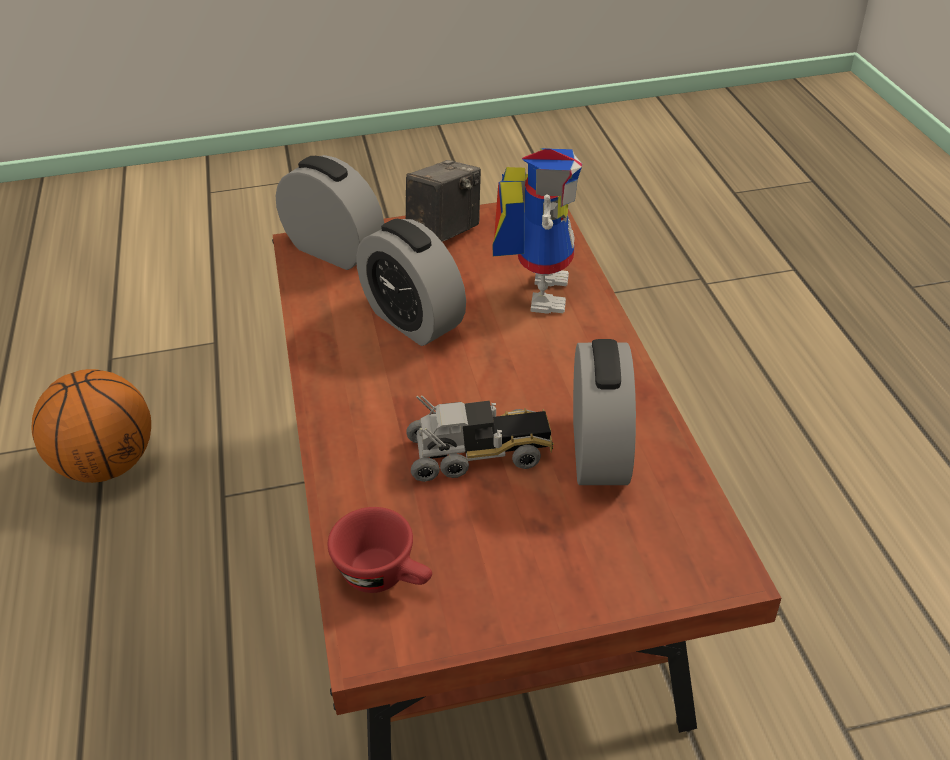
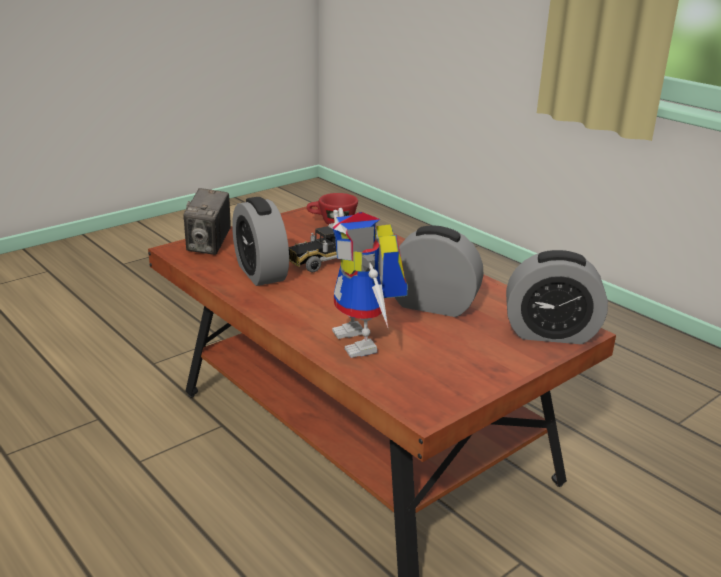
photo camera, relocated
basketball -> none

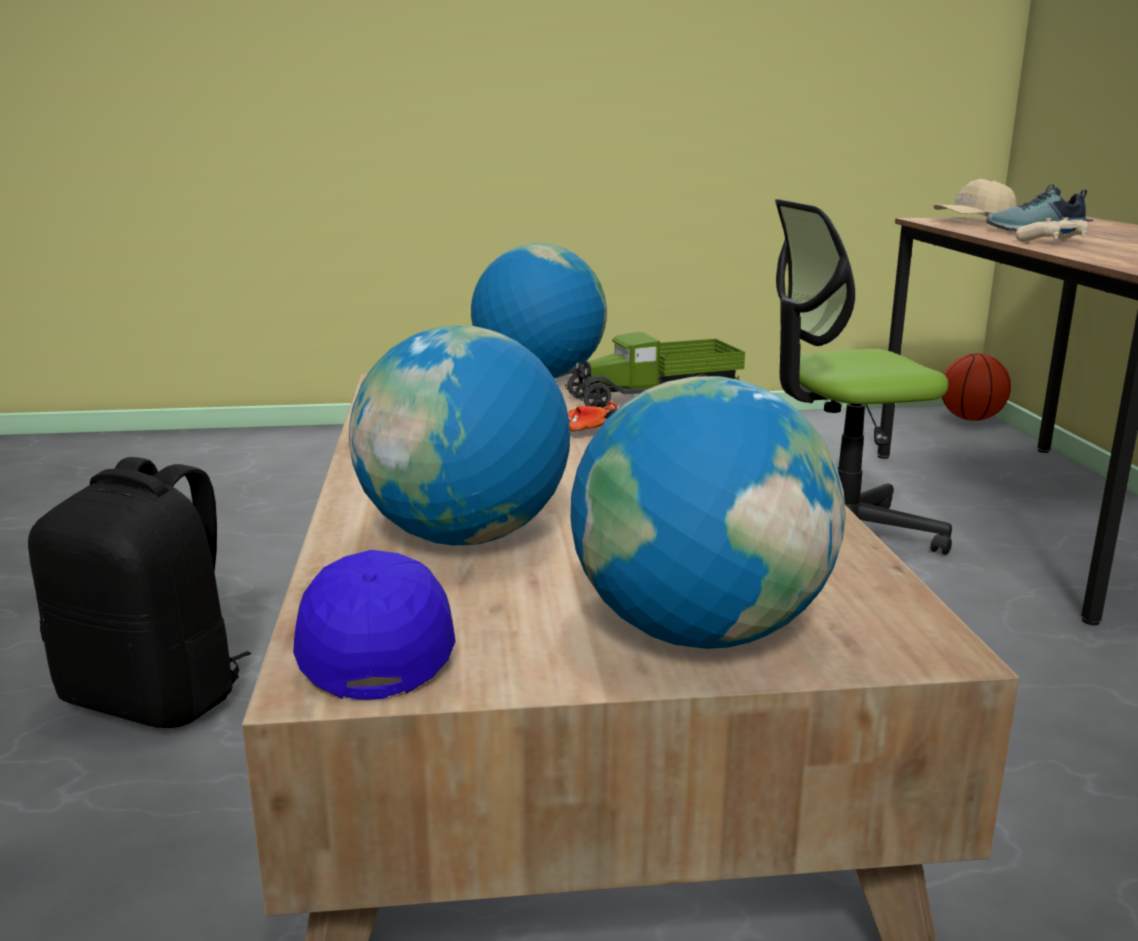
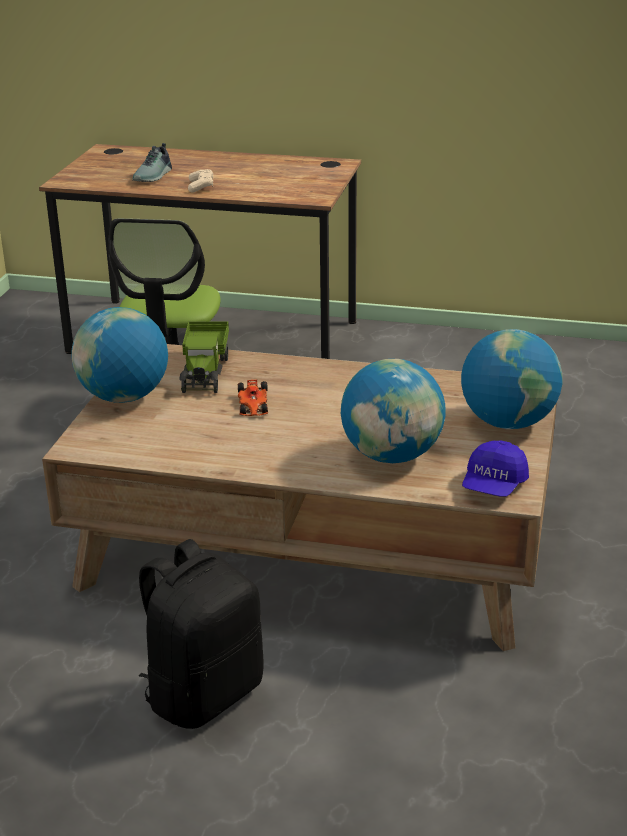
beige cap -> none
basketball -> none
blue cap, 75 degrees counterclockwise

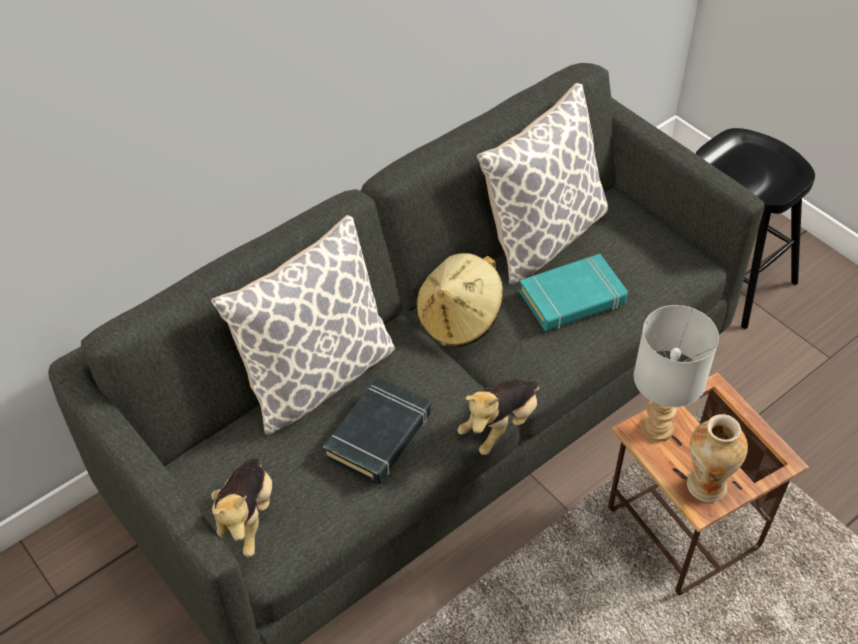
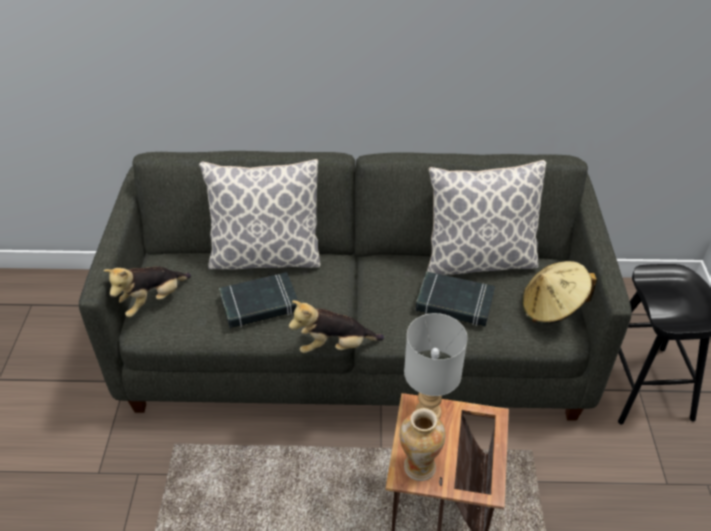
beige hat, relocated
turquoise book -> black book (no. 2 from left)

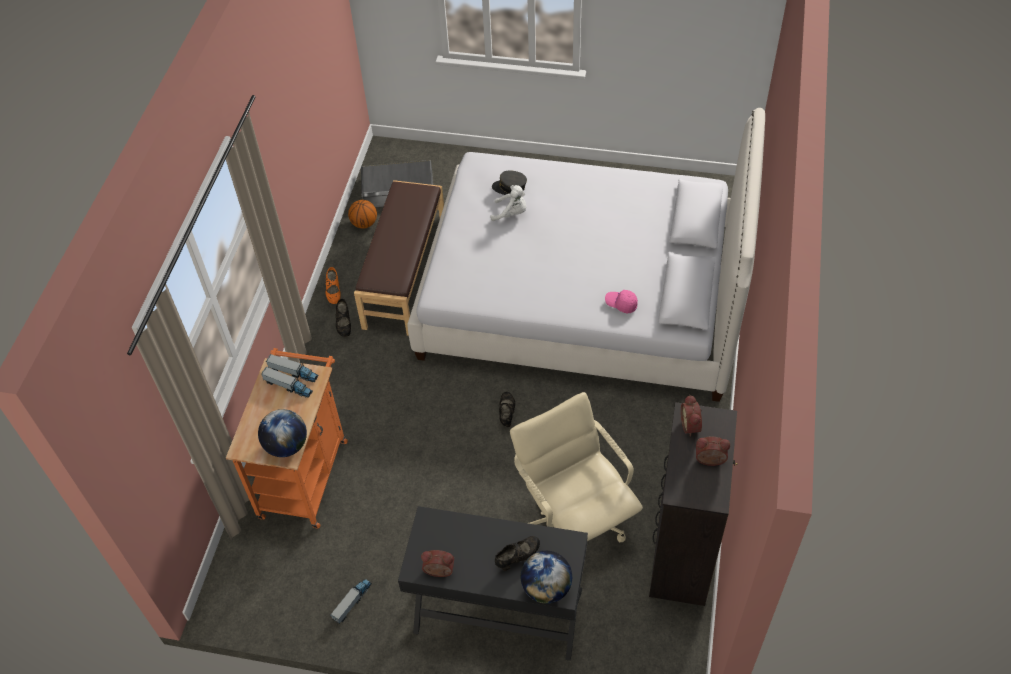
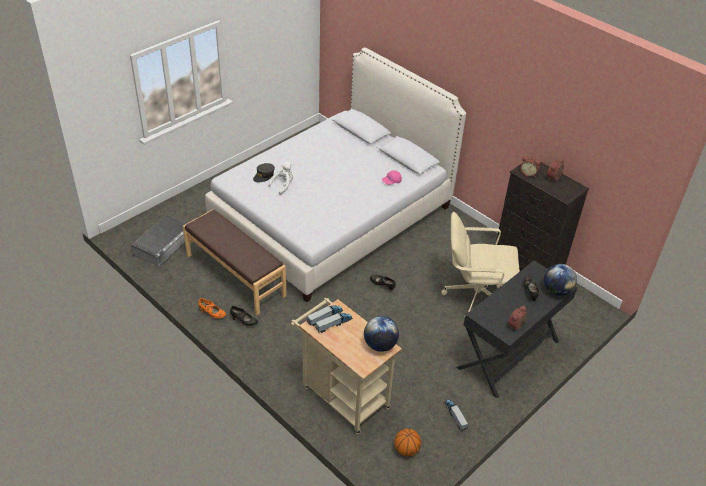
basketball, relocated
orange cart -> beige cart

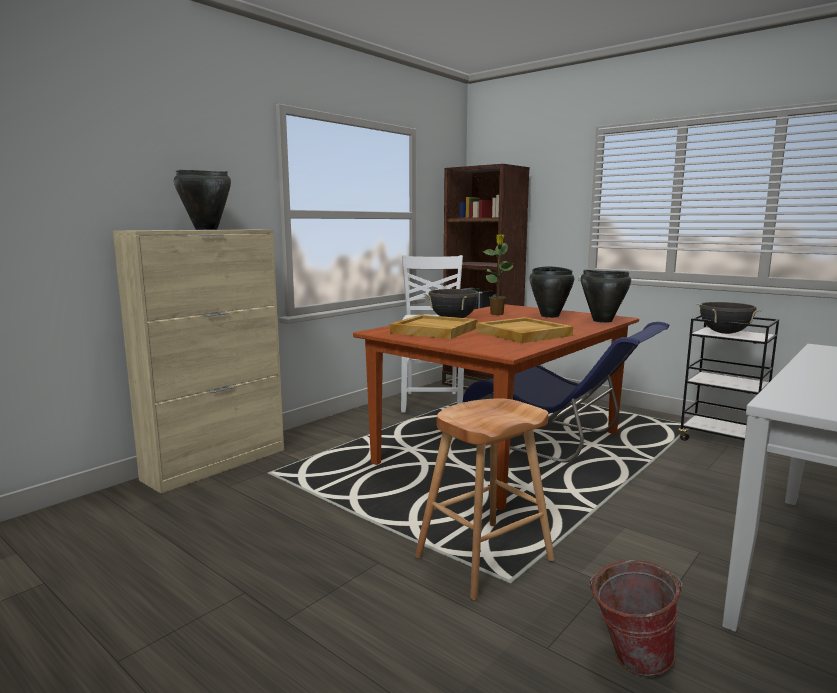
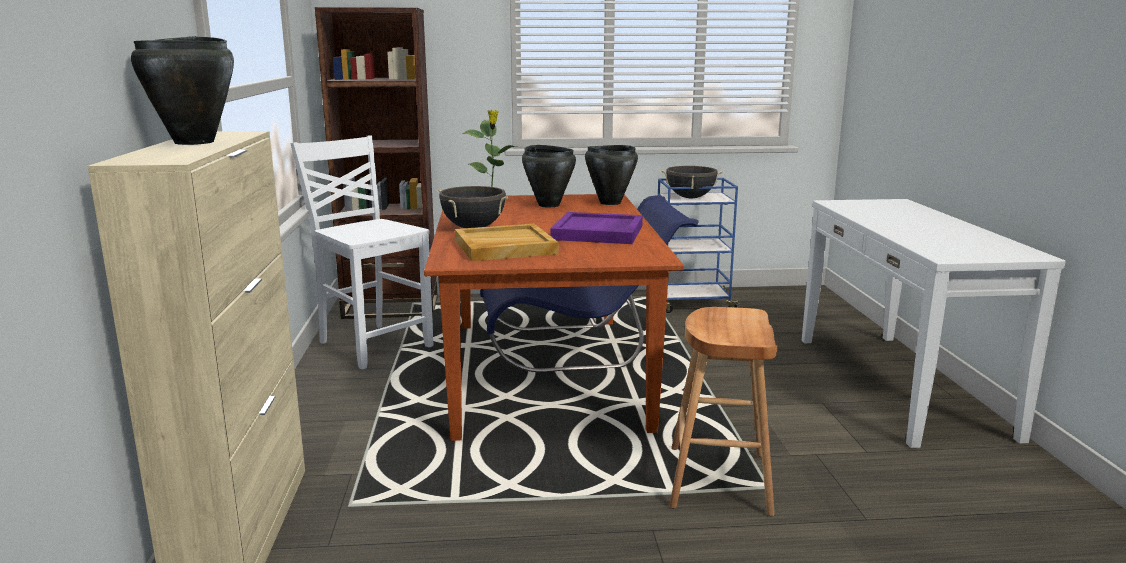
black cart -> blue cart
beige tray (no. 2 from left) -> purple tray
bucket -> none

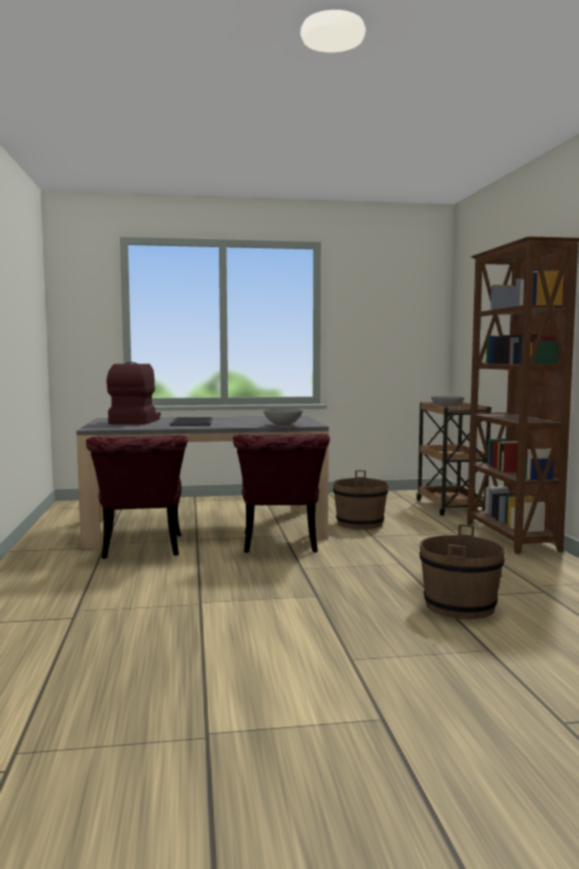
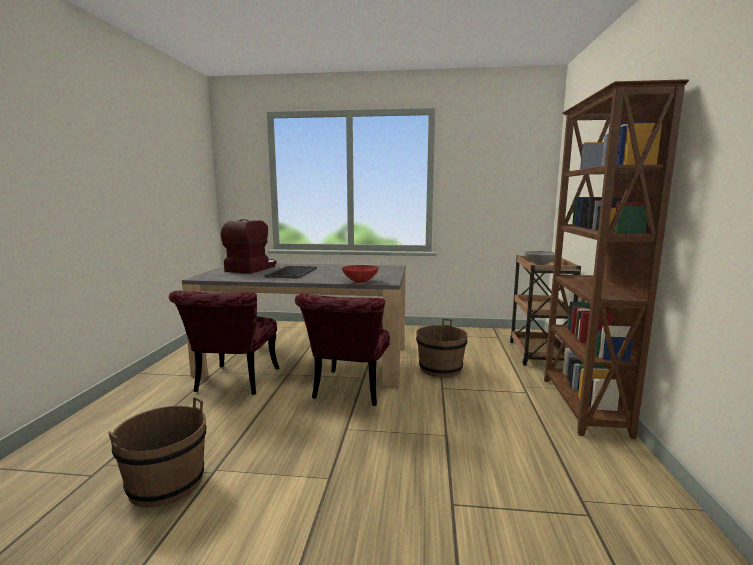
grey bowl (no. 1 from left) -> red bowl
brown bucket (no. 2 from left in the first image) -> brown bucket (no. 1 from left), relocated

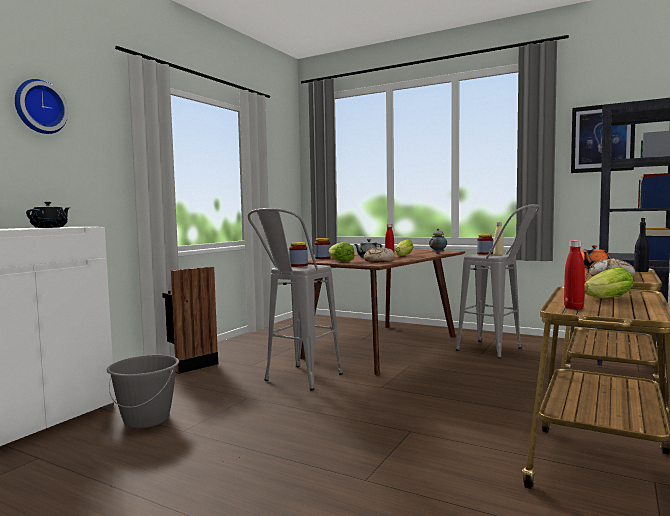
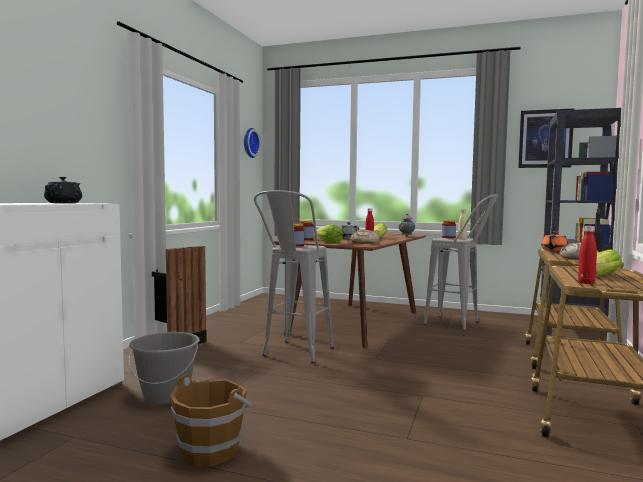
wall clock, relocated
none -> brown bucket

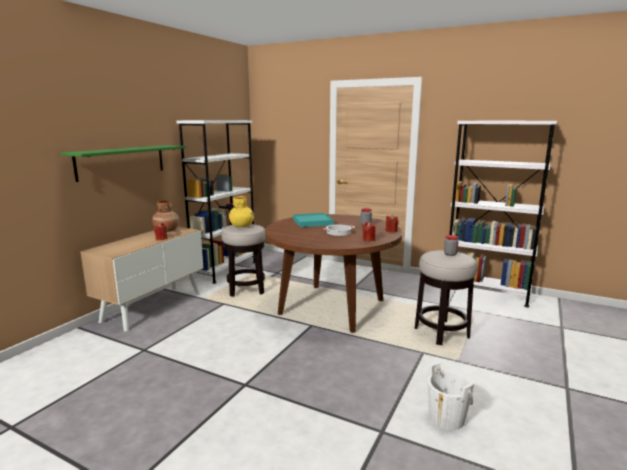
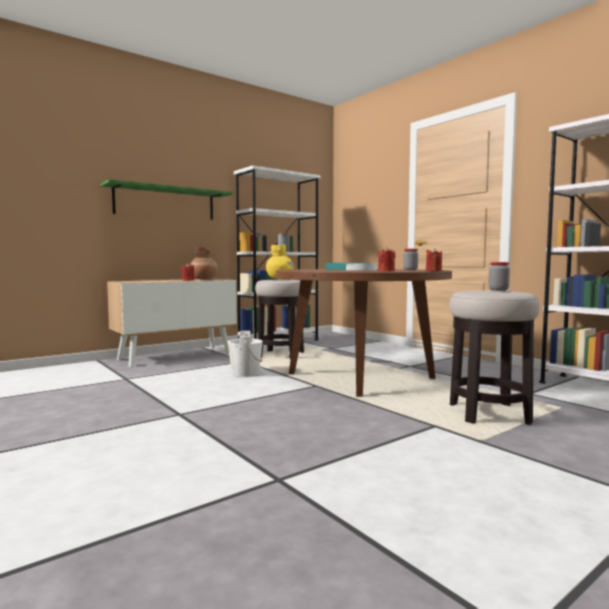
white bucket, relocated

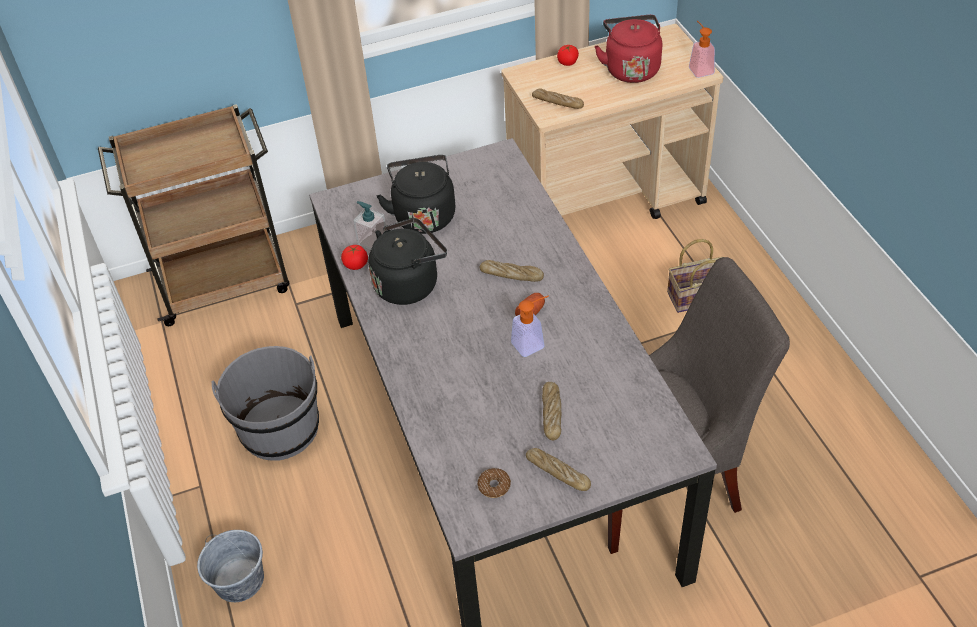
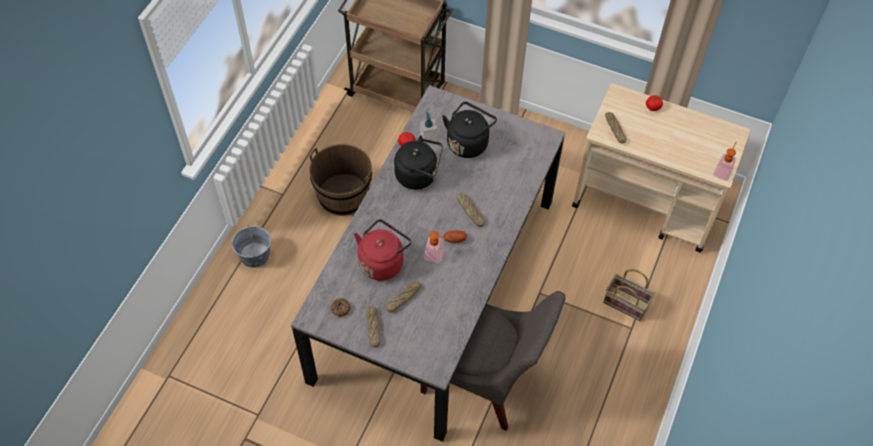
red kettle, relocated
grey bucket (no. 2 from left) -> brown bucket

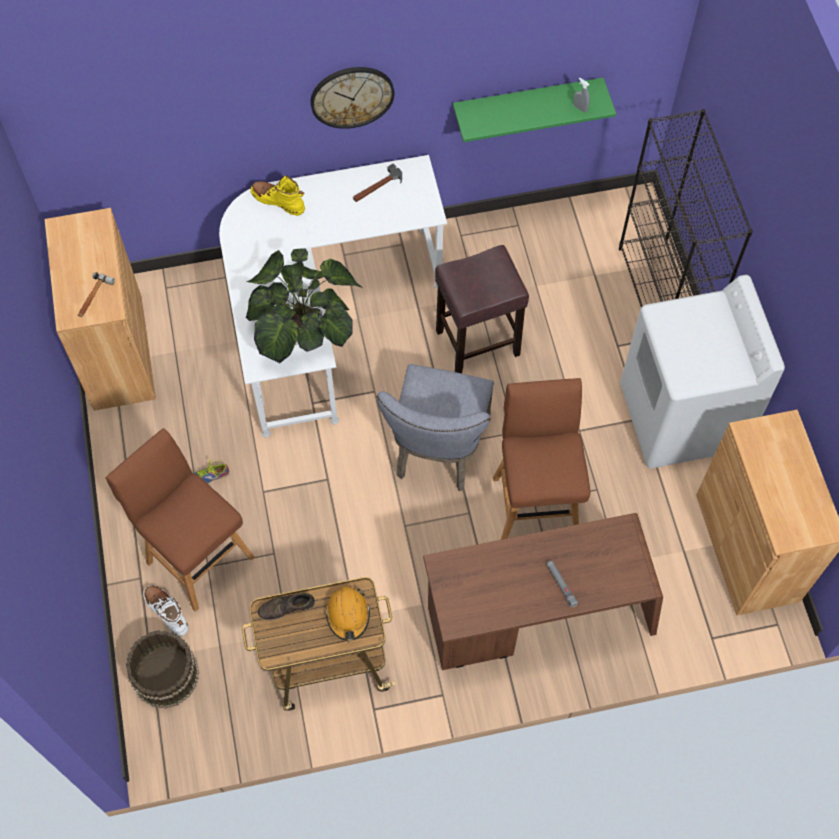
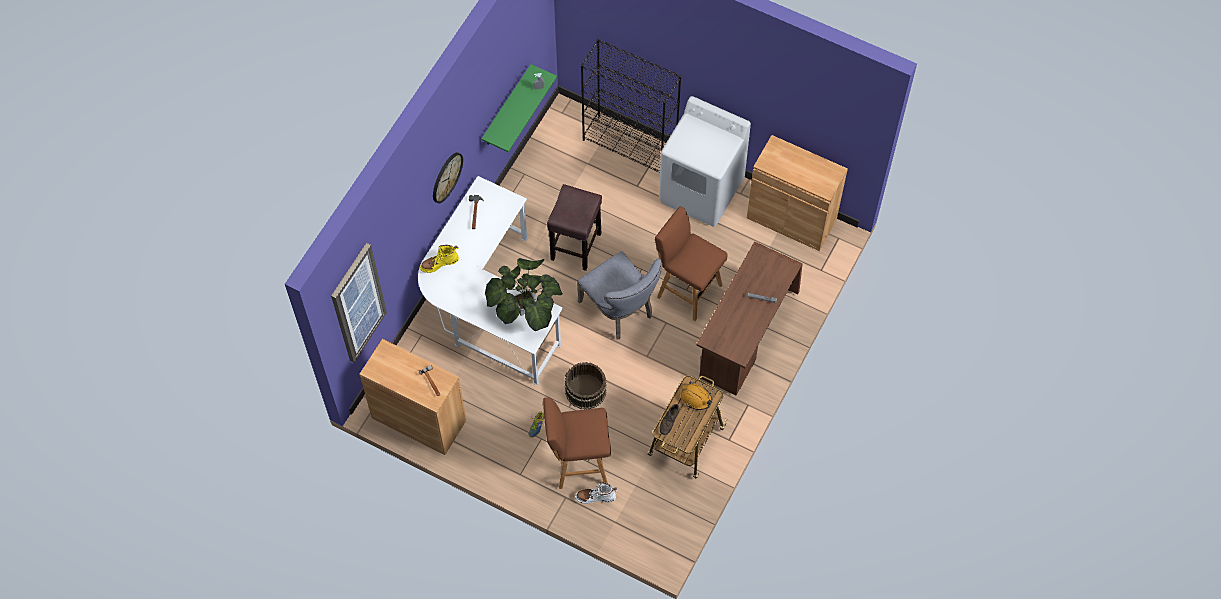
brown bucket, relocated
none -> picture

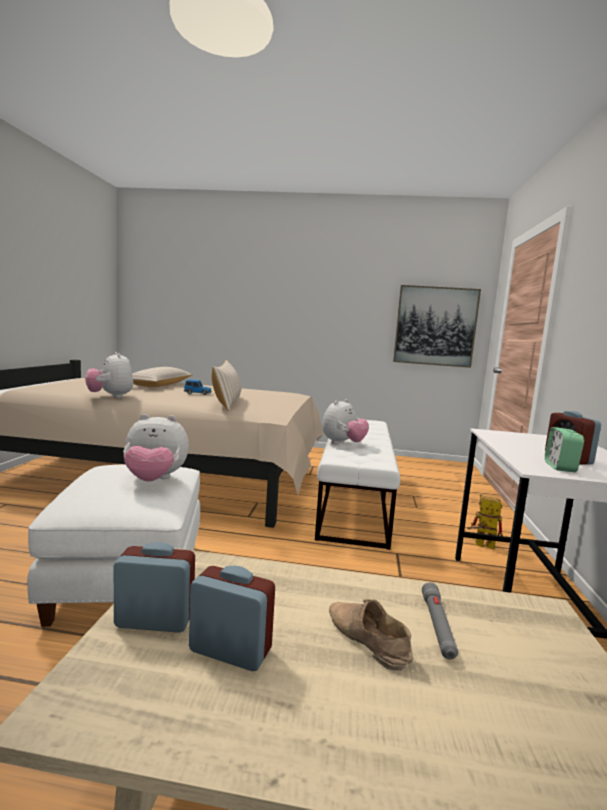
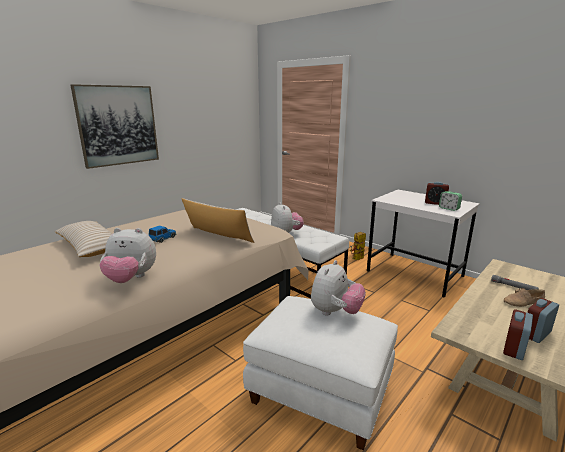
picture, relocated

